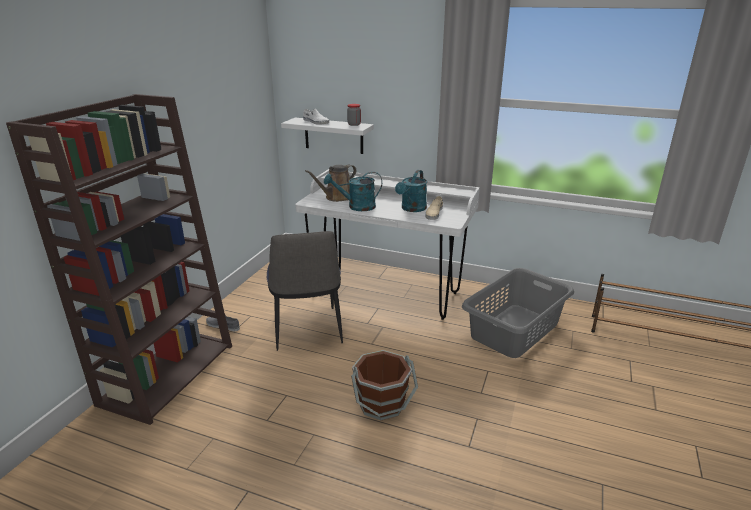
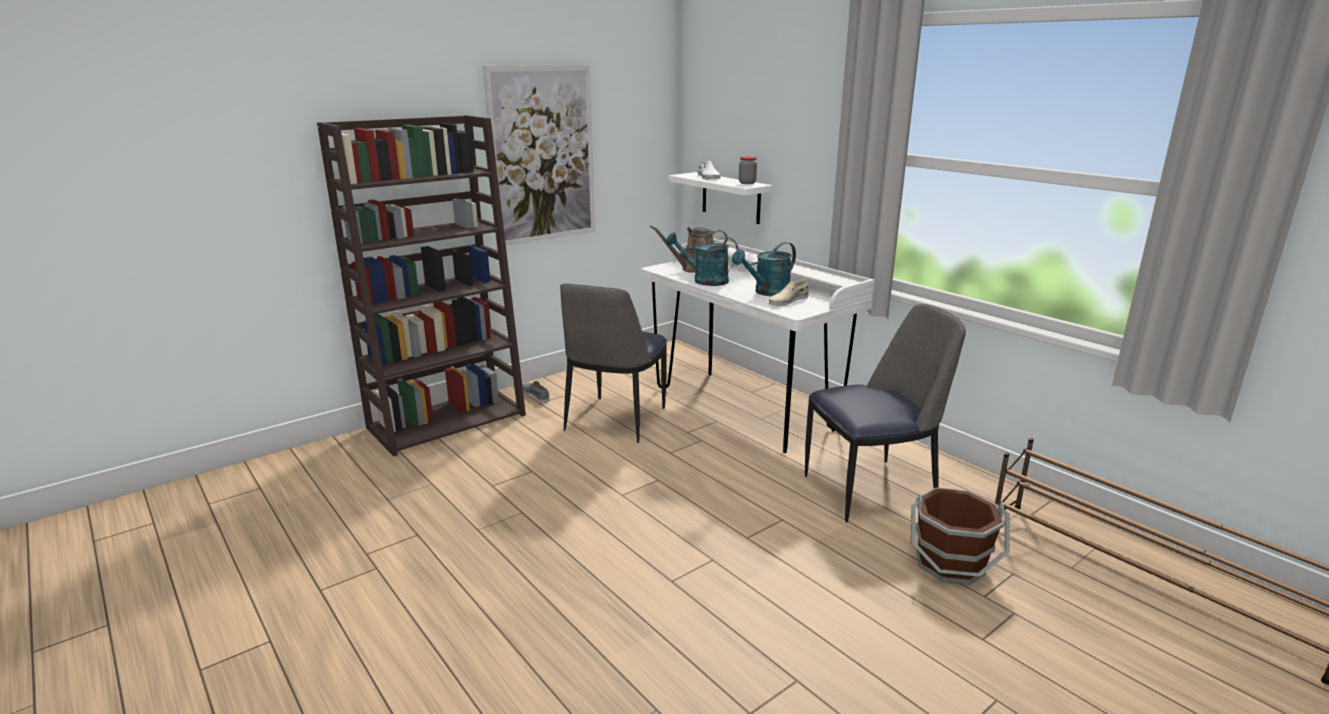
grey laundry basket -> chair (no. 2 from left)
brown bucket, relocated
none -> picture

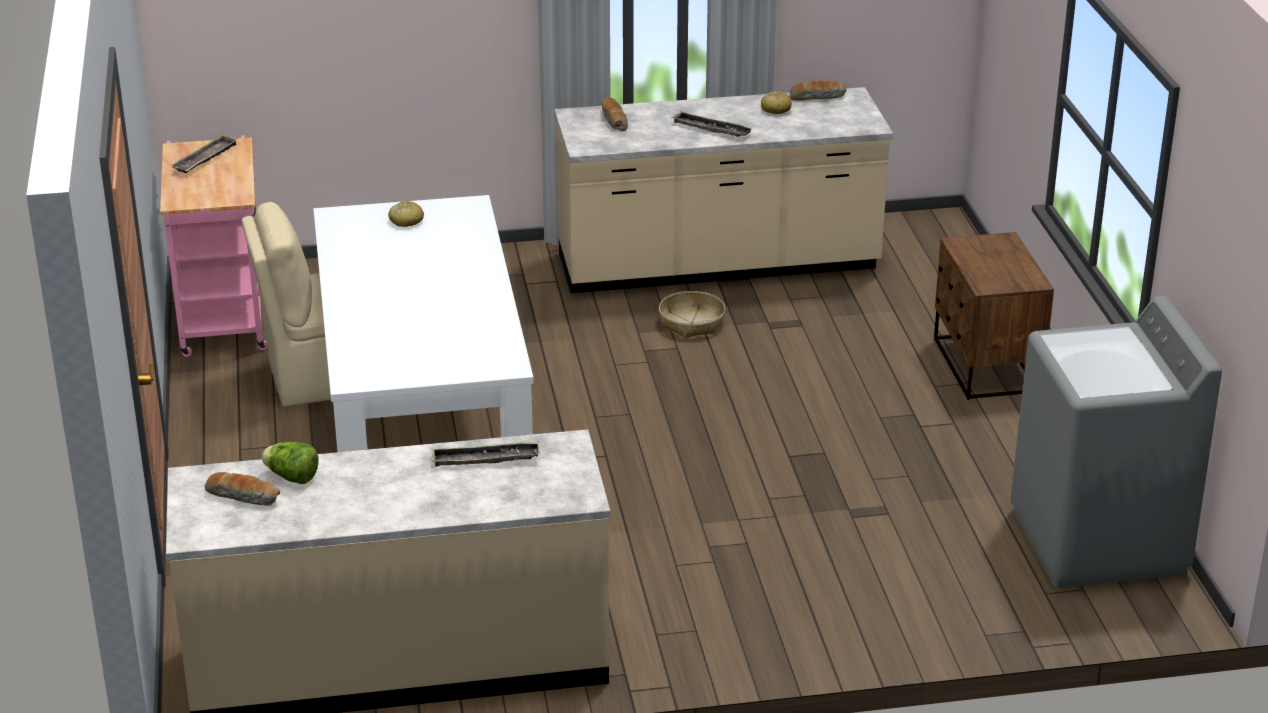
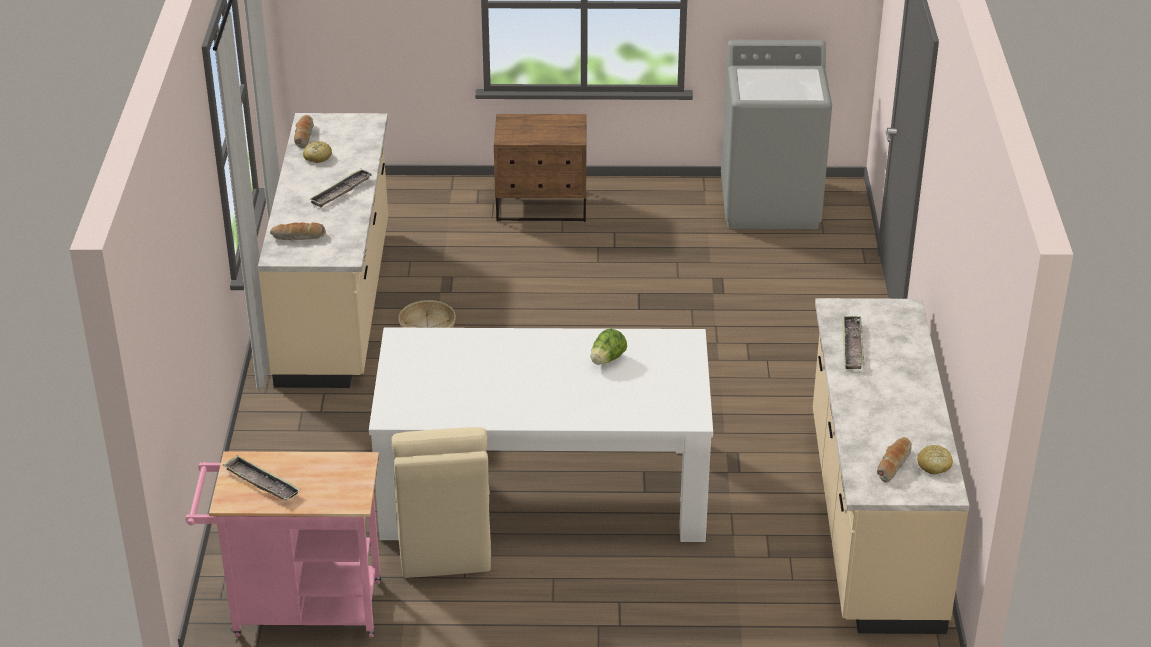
bread (no. 2 from left in the first image) -> bread (no. 5 from left), relocated
lettuce, relocated

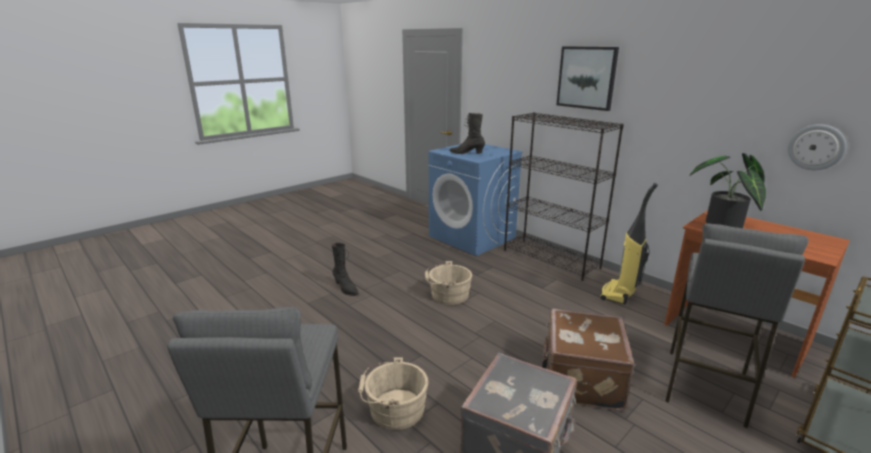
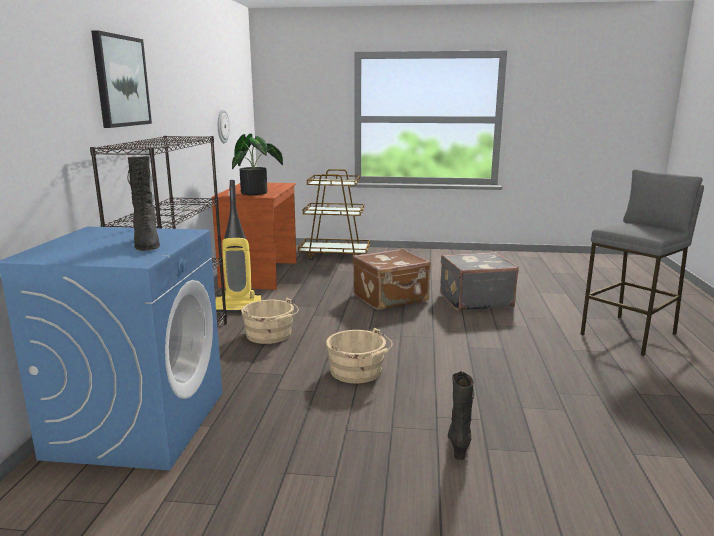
grey stool (no. 2 from left) -> none
beige bucket (no. 1 from left), relocated

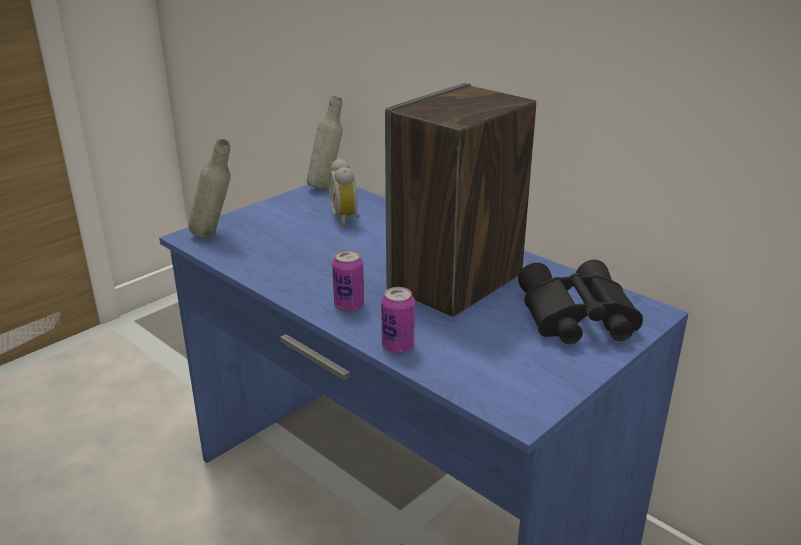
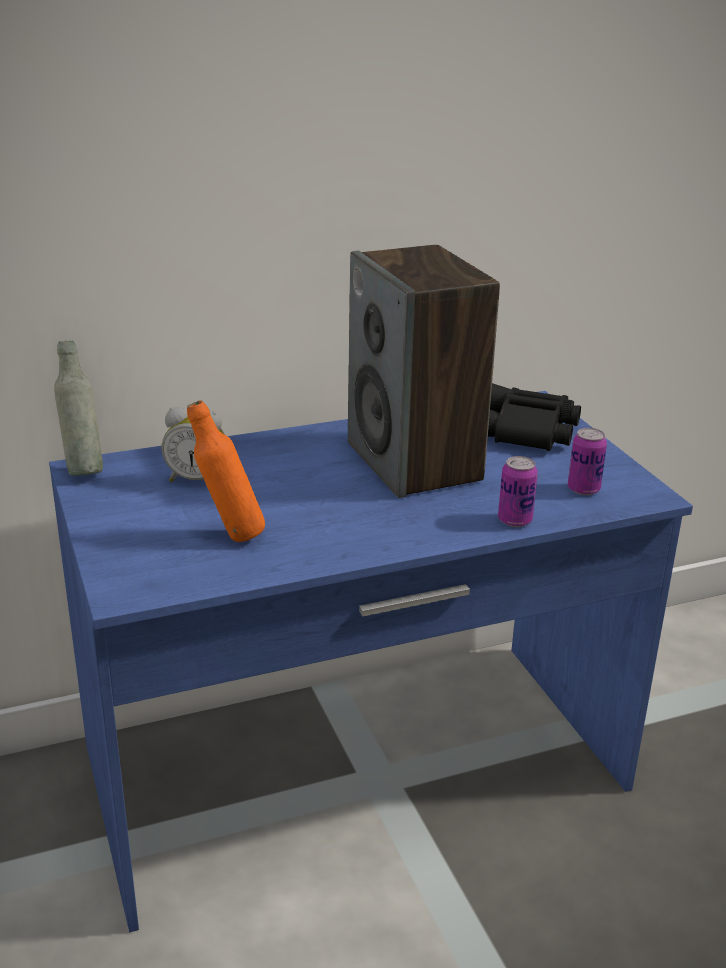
grey bottle (no. 1 from left) -> none
can (no. 1 from left in the first image) -> can (no. 2 from left), relocated
none -> orange bottle

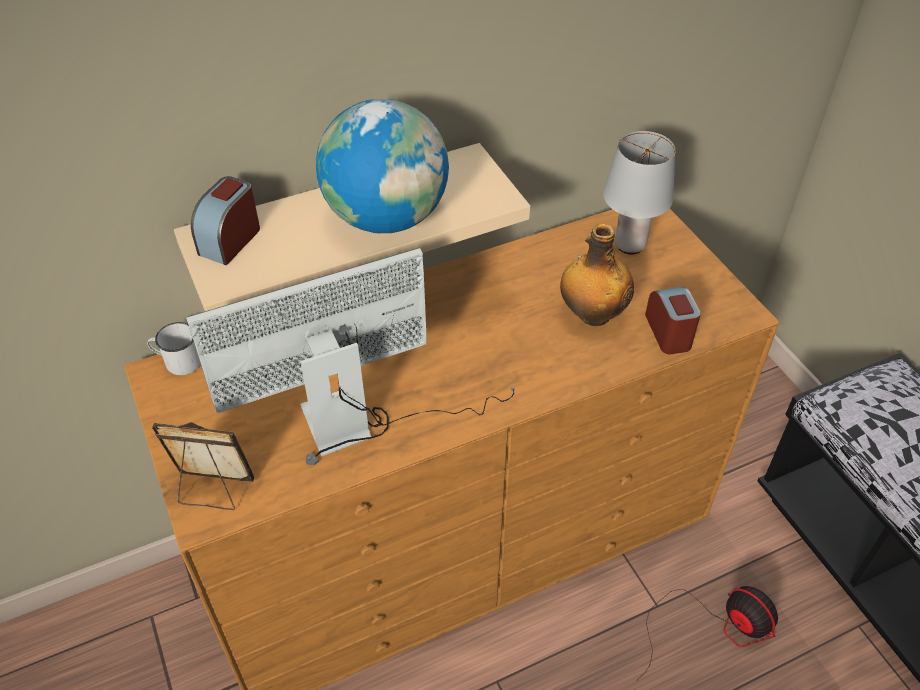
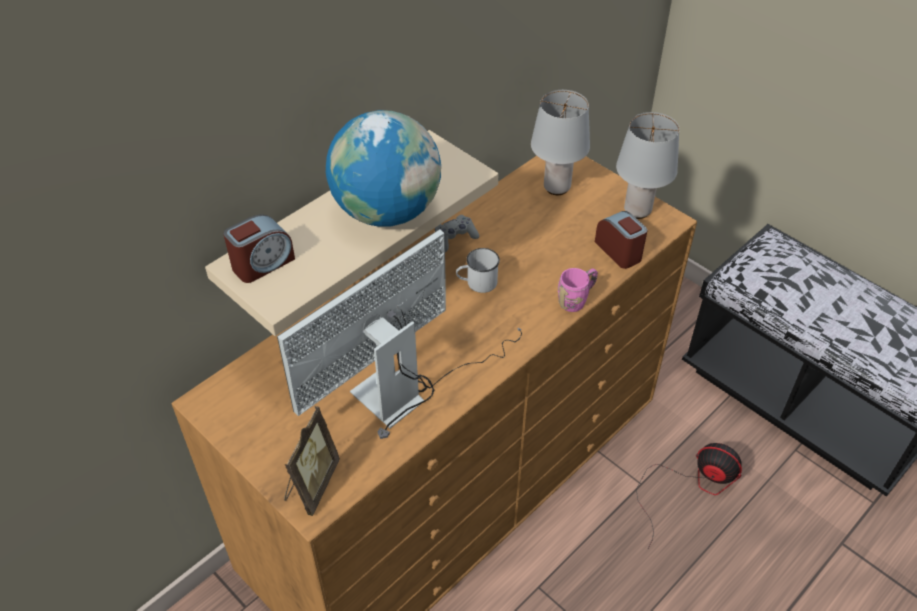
alarm clock (no. 1 from left), 135 degrees counterclockwise
bottle -> none
white mug, relocated
picture frame, 120 degrees clockwise
none -> grey table lamp (no. 2 from left)
none -> grey game controller
none -> pink mug

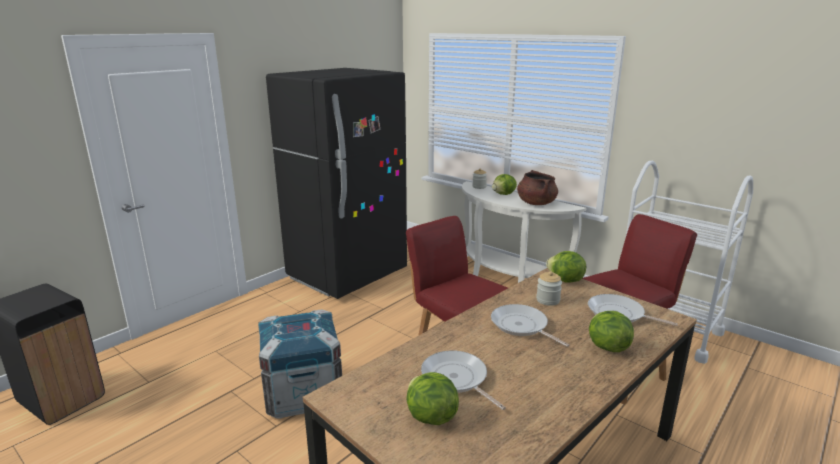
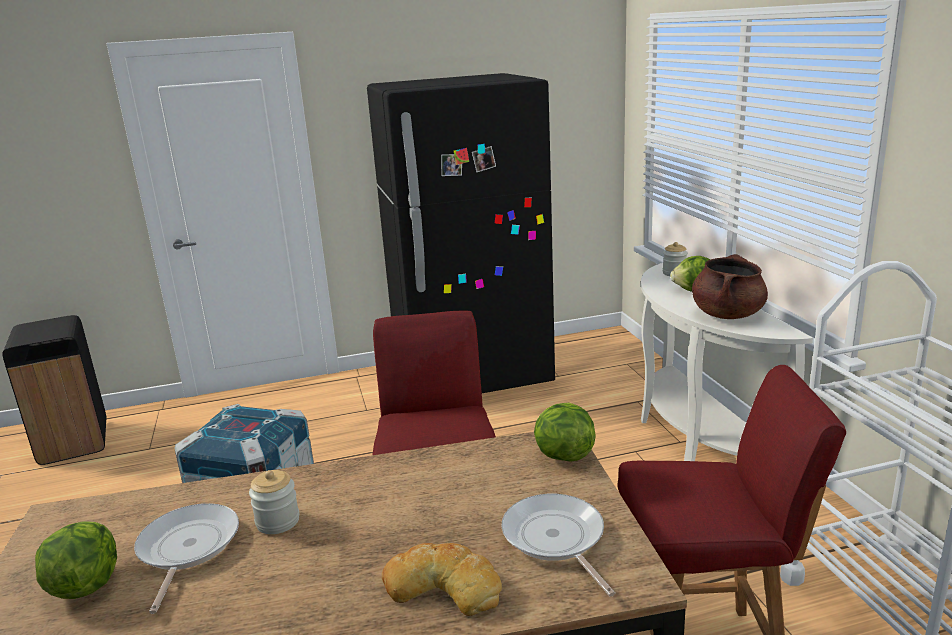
jar (no. 2 from left in the first image) -> jar (no. 1 from left), relocated
frying pan (no. 2 from left) -> none
lettuce (no. 4 from left) -> bread

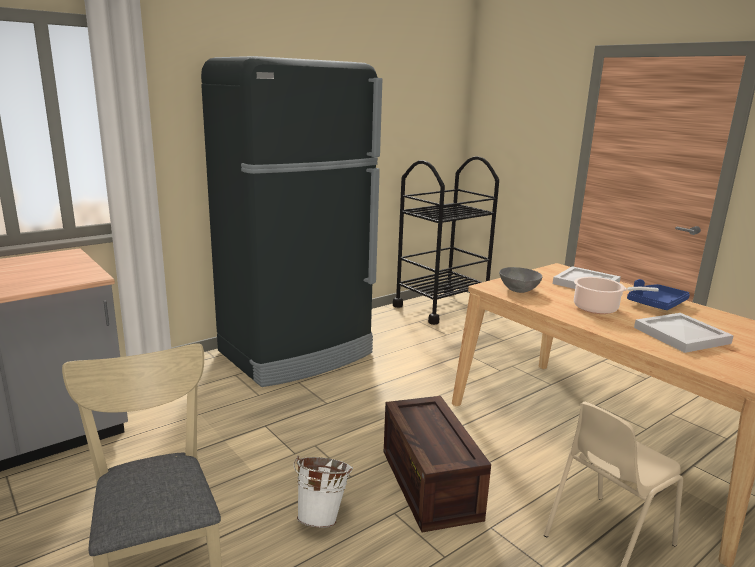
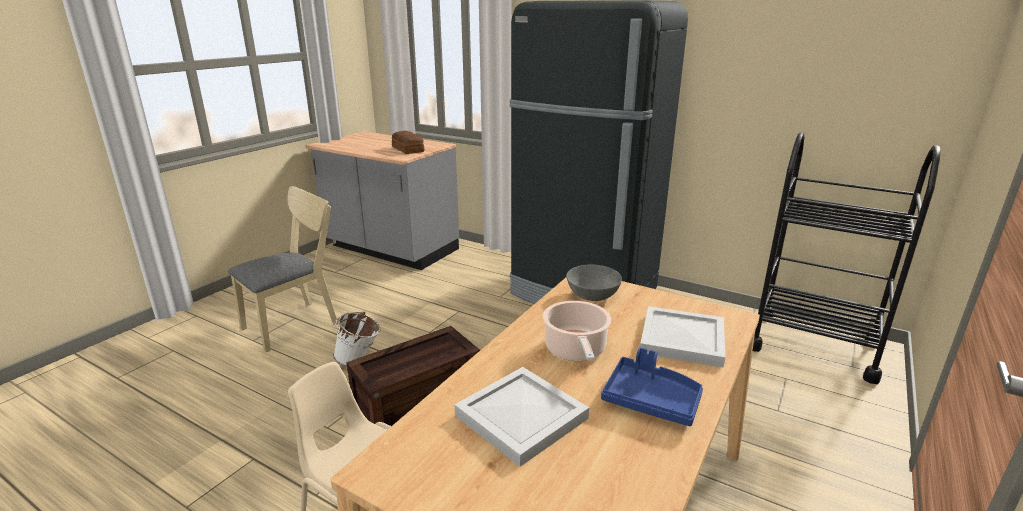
none -> bread

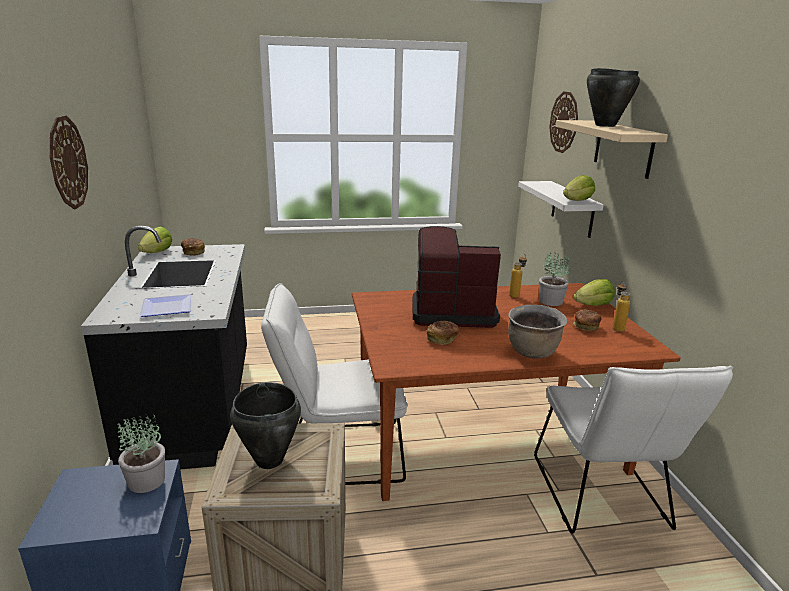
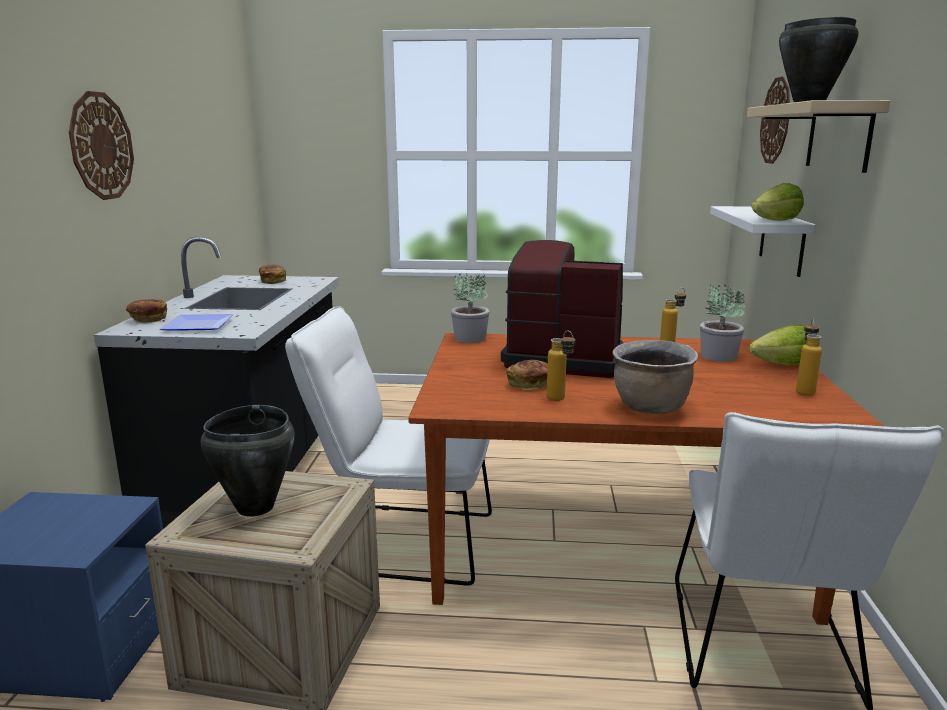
lettuce (no. 1 from left) -> none
bread (no. 3 from left in the first image) -> bread (no. 1 from left), relocated
potted plant (no. 1 from left), relocated
none -> bottle (no. 1 from left)

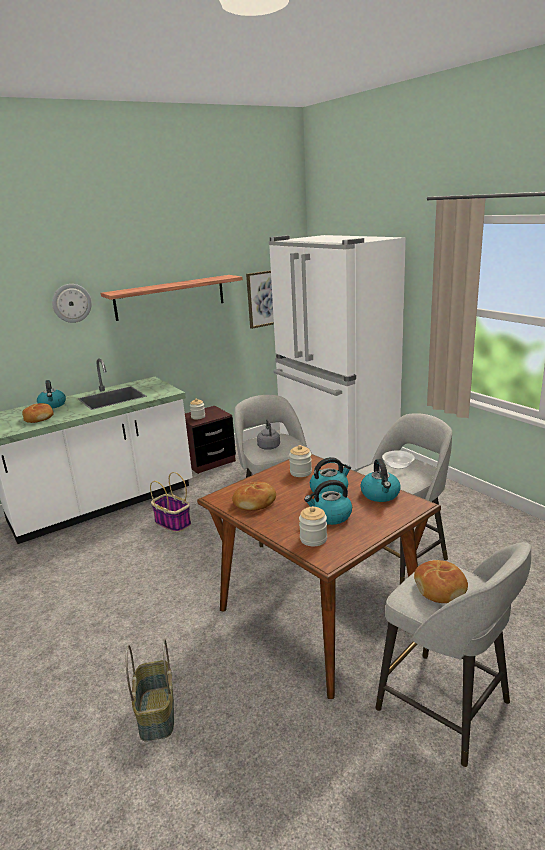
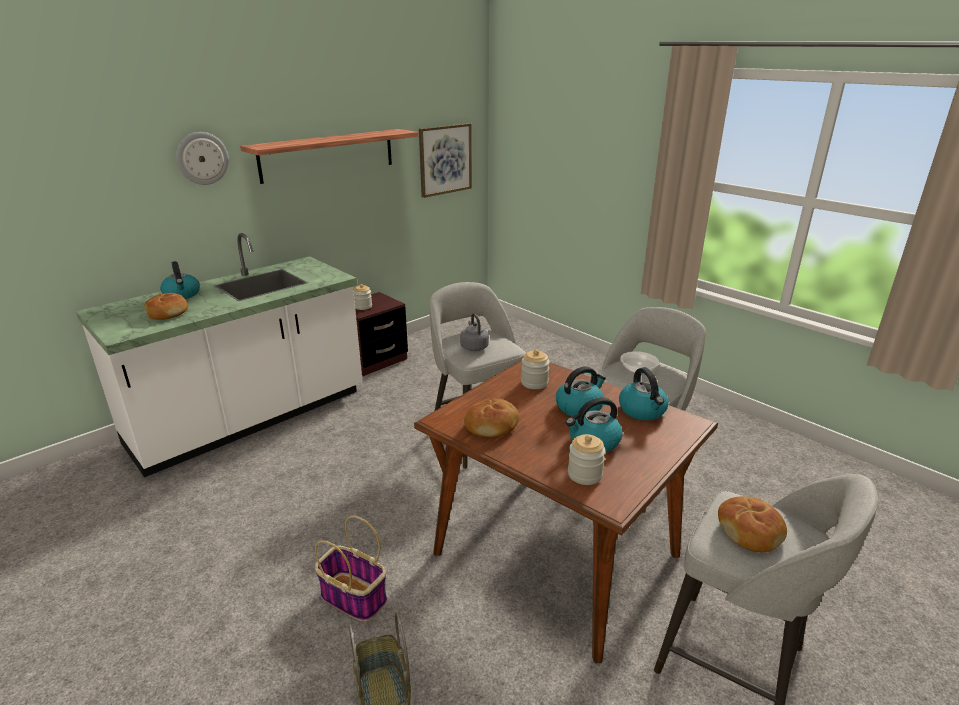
white fridge -> none
basket (no. 2 from left in the first image) -> basket (no. 1 from left), relocated

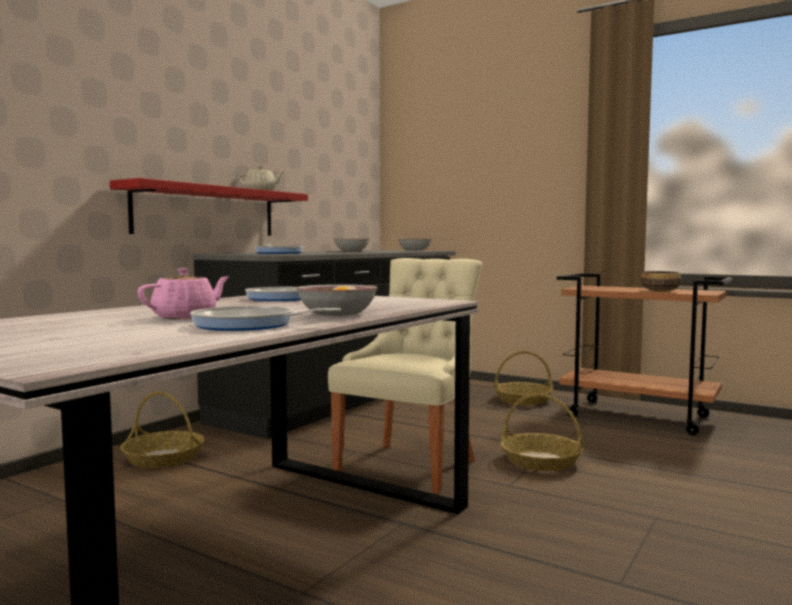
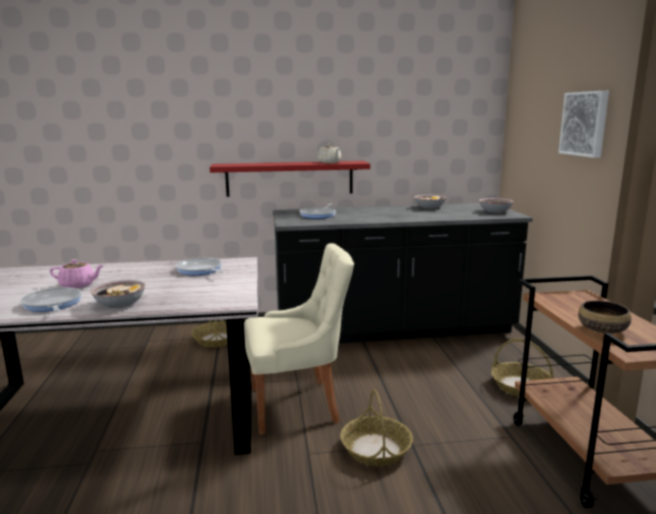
none -> picture

